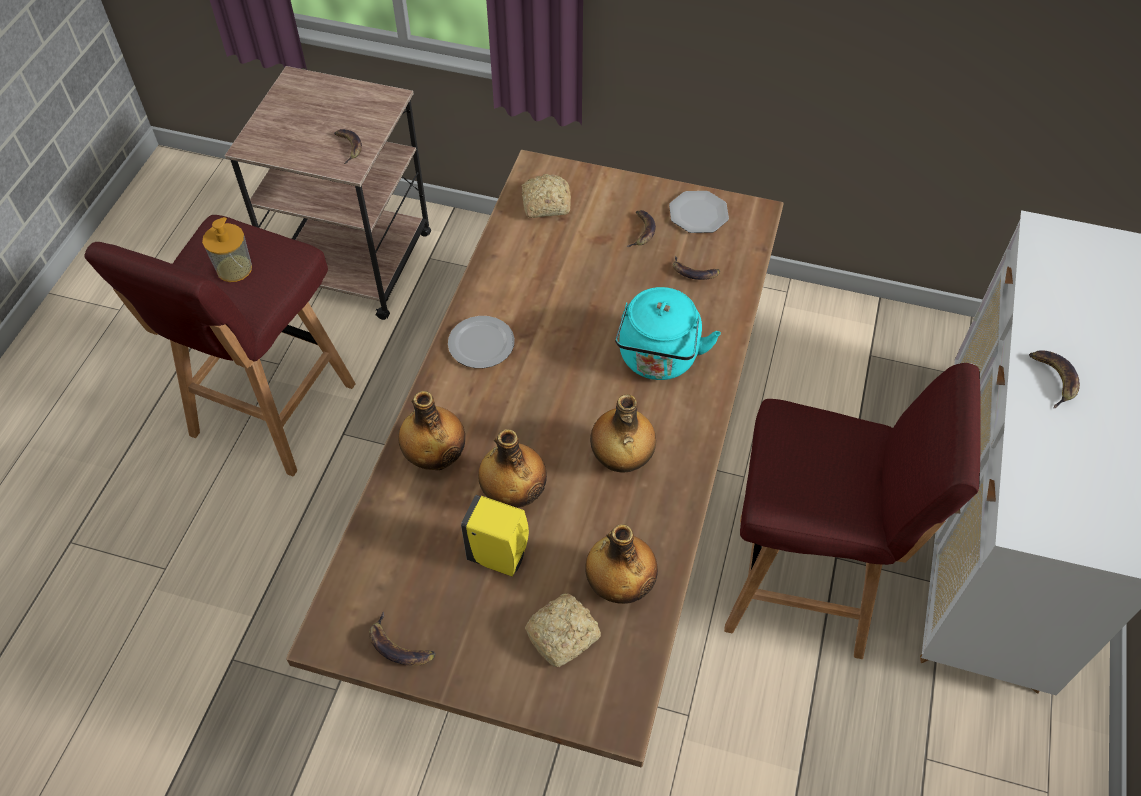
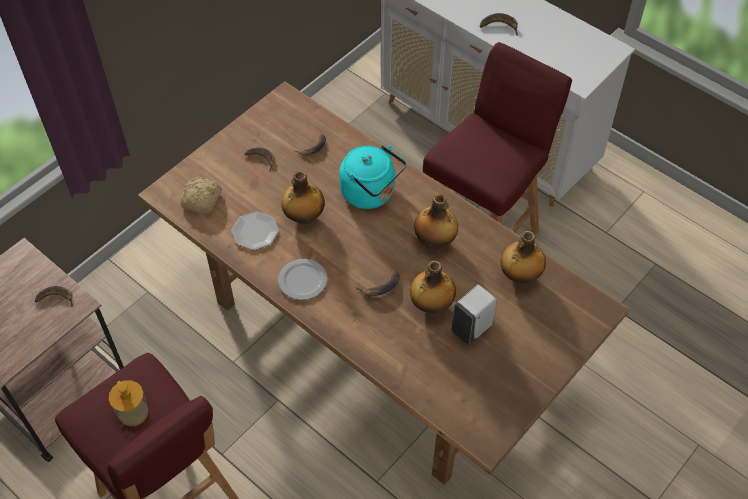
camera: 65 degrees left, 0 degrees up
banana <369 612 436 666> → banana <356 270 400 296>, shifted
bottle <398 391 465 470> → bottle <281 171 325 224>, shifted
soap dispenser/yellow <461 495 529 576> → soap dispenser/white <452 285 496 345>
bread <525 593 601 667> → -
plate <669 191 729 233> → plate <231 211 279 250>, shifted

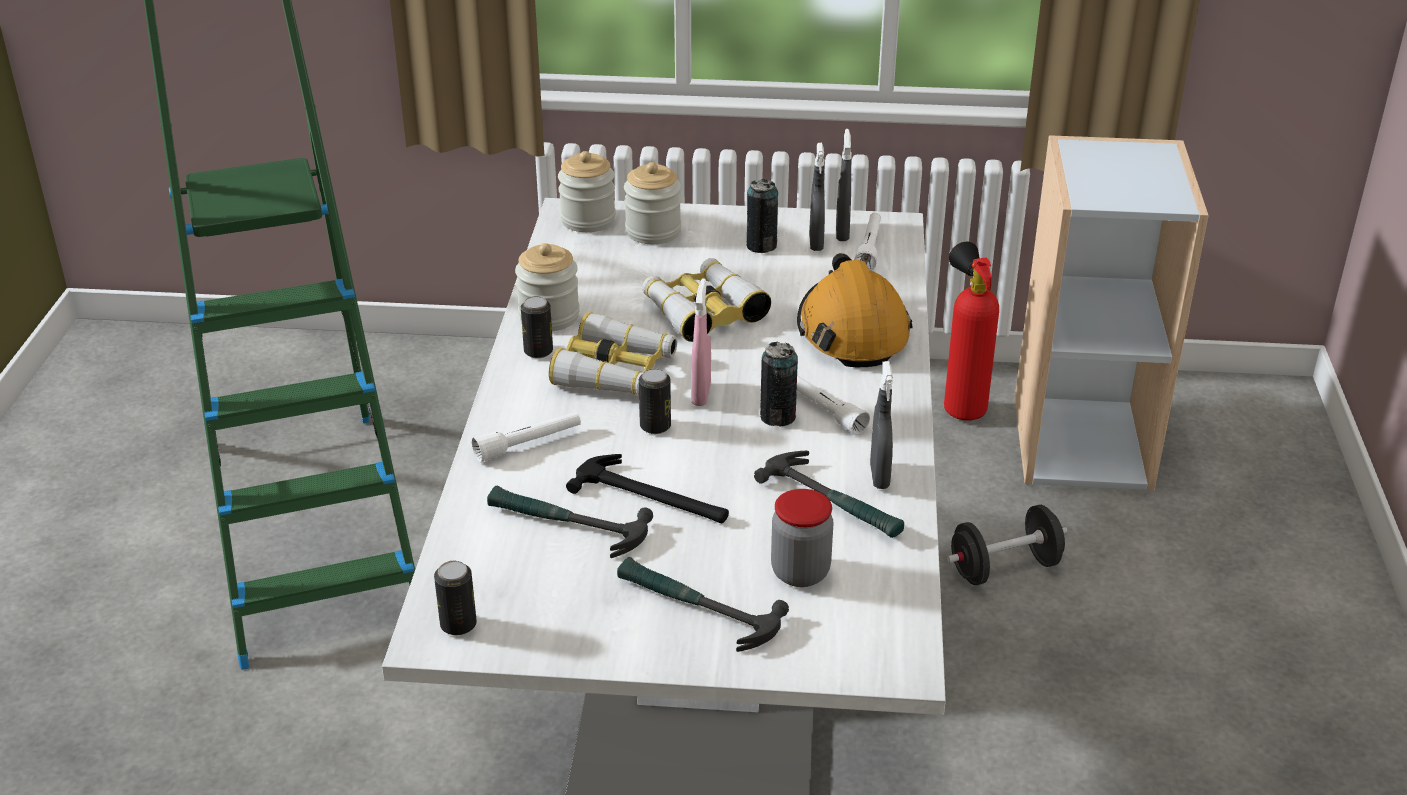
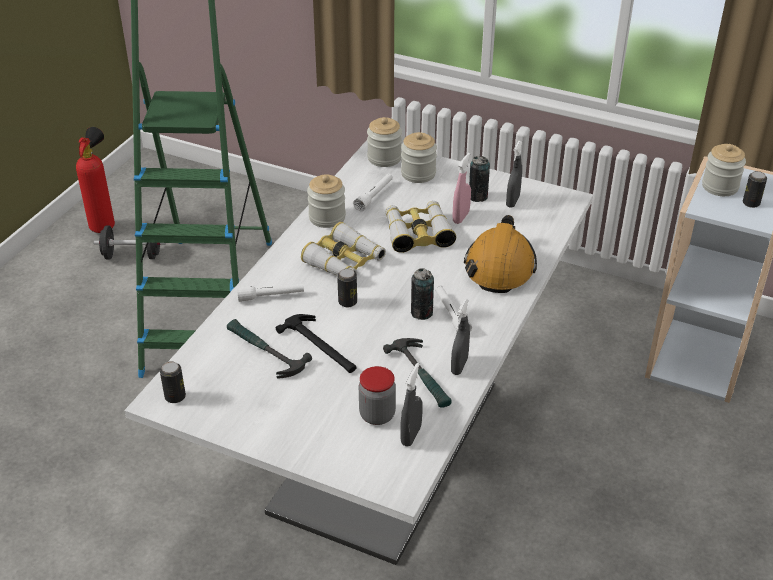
camera: 20 degrees right, 5 degrees up
can <521 296 553 358> → can <743 171 767 208>, shifted
hammer <617 557 789 652> → -
spray bottle/pink <691 278 711 406> → spray bottle/pink <452 153 471 224>, shifted
spray bottle/grey <836 129 852 241> → spray bottle/grey <400 363 423 447>, shifted
flashlight/white <854 213 881 271> → flashlight/white <353 174 393 211>, shifted
fire extinguisher <944 242 999 421> → fire extinguisher <76 127 115 233>, shifted
dumbbell/black <947 505 1068 585> → dumbbell/black <94 226 166 259>, shifted
- → jar <702 144 746 196>

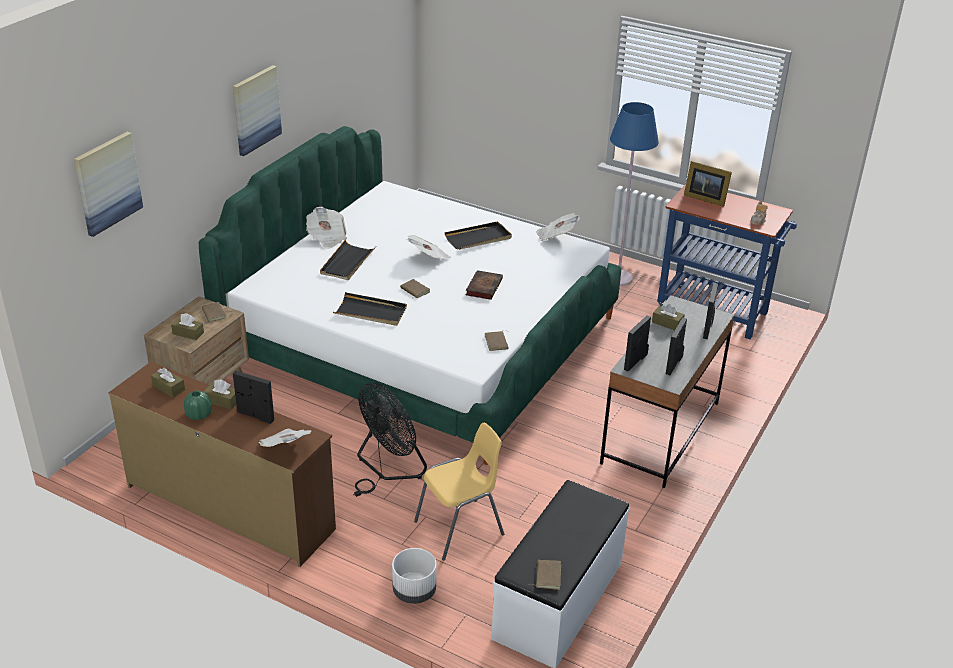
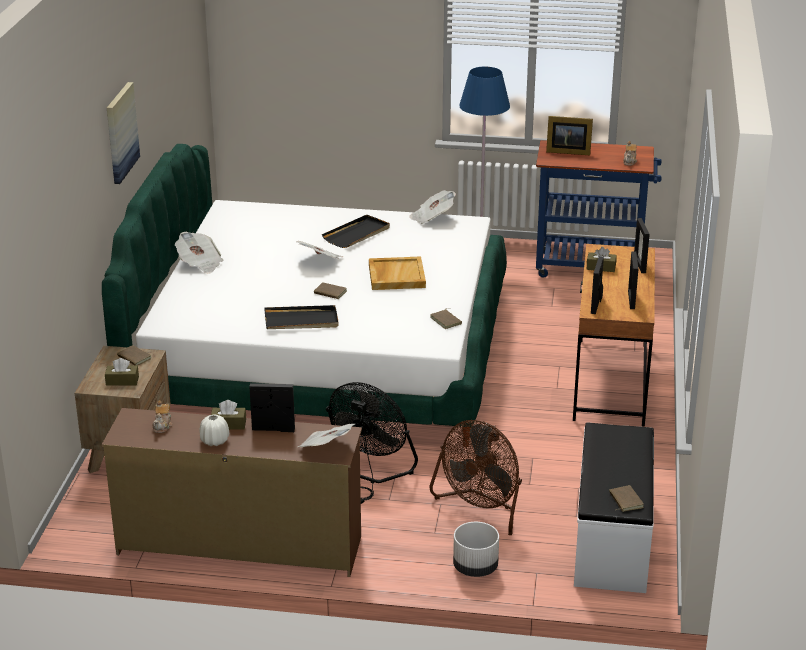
camera: 20 degrees left, 5 degrees down
picture <74 132 143 237> → -
tissue box/brown <151 367 185 398> → teapot <152 400 172 433>
vase/green <184 391 212 420> → vase/white <200 415 229 446>
tray/black <320 240 376 280> → -
chair/yellow <414 423 504 560> → fan/brown <430 420 522 535>
book <466 270 503 300> → tray/beige <369 256 426 290>
desk/grey <600 295 735 488> → desk/brown <573 244 655 426>

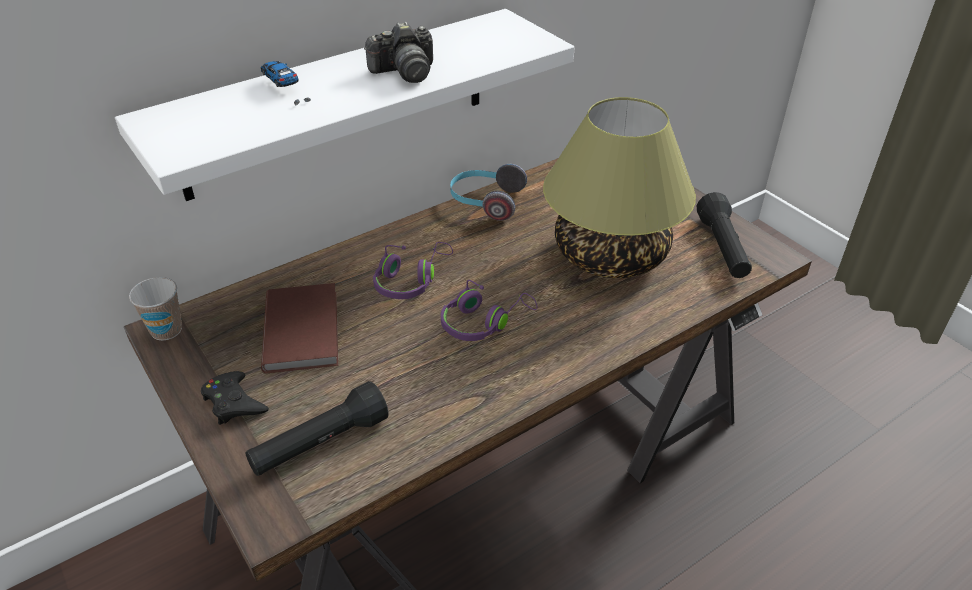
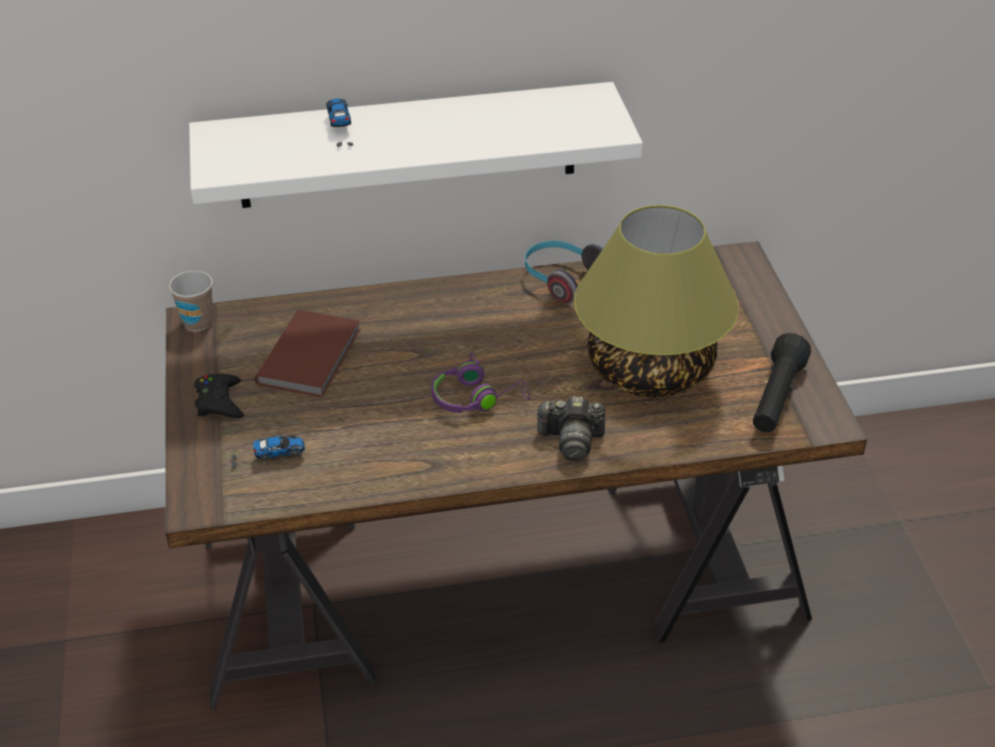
camera: 25 degrees right, 0 degrees up
flashlight/black <245 381 389 476> → toy car <231 435 305 468>
photo camera <364 22 433 83> → photo camera <535 396 605 461>, shifted
headphones/purple <373 242 453 299> → -

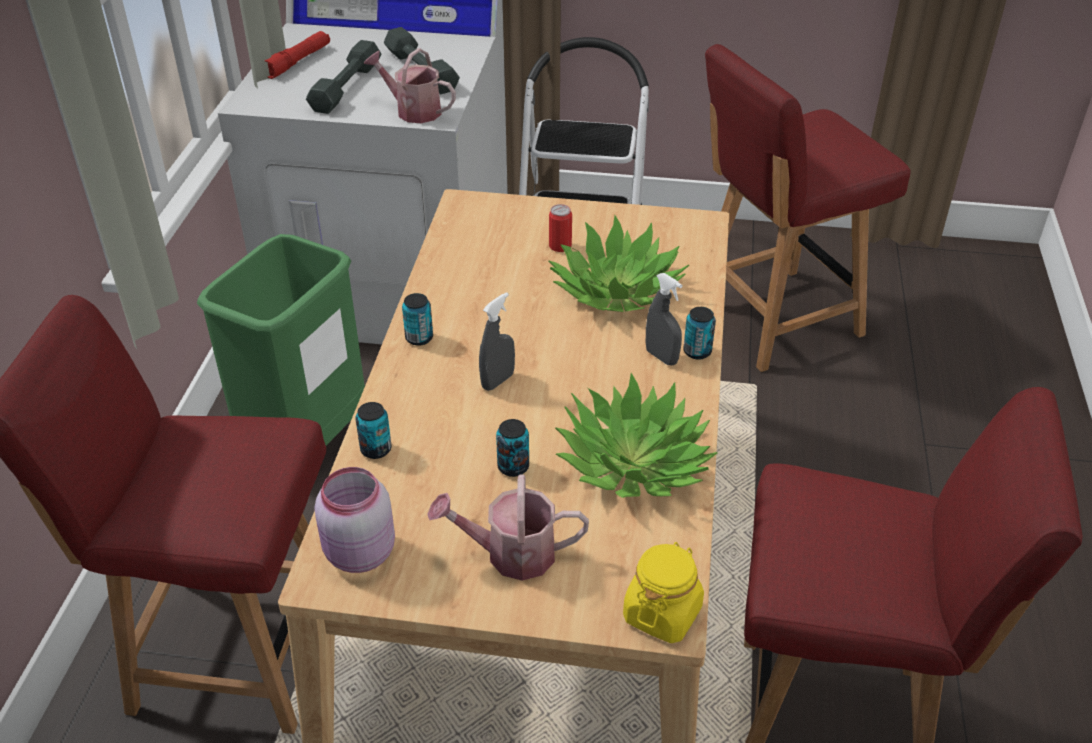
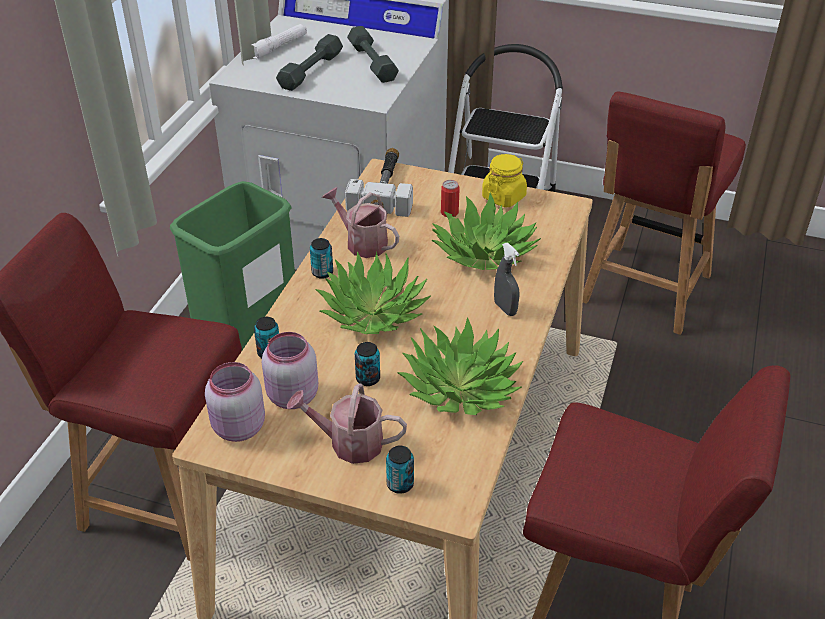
camera: 10 degrees right, 0 degrees up
flashlight/red <265 31 330 79> → flashlight/white <252 24 307 59>
watering can <364 48 456 123> → watering can <322 187 399 258>, shifted
spray bottle/grey <479 292 515 391> → potted plant <315 251 431 334>
jar/yellow <623 542 704 643> → jar/yellow <482 154 527 207>, shifted
can <683 307 716 360> → can <386 445 414 494>, shifted
chair/red <705 44 911 372> → chair/red <583 91 746 335>, 45 degrees counterclockwise
- → jar/pink <262 332 318 409>
- → hammer <345 148 413 217>

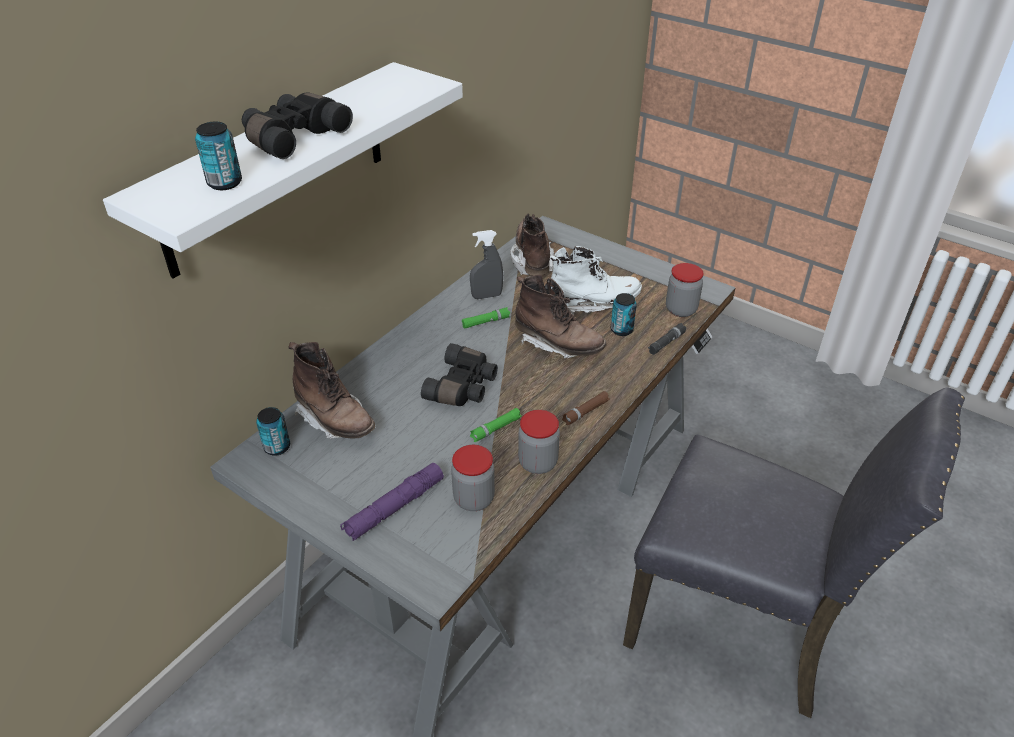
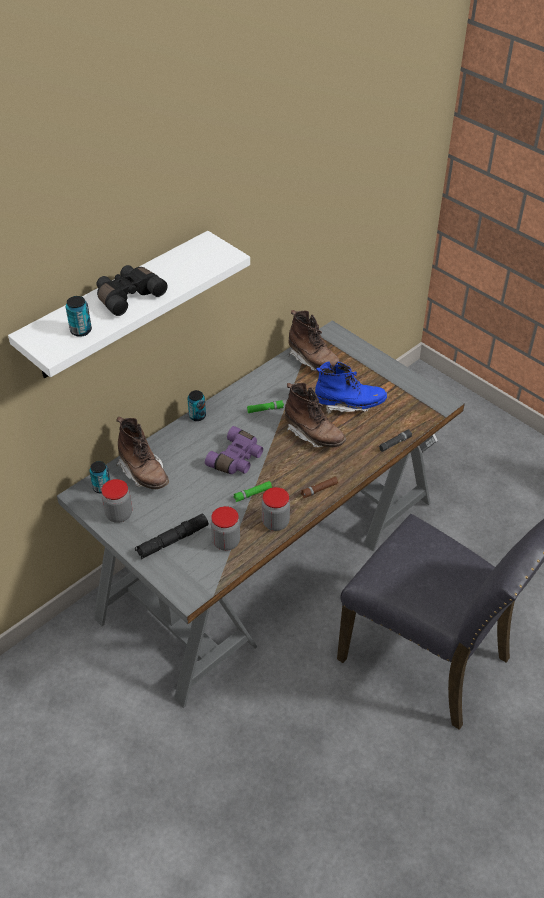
camera: 10 degrees right, 5 degrees up
flashlight/purple <340 463 444 541> → flashlight/black <135 514 209 559>
binoculars/black <421 343 498 406> → binoculars/purple <205 426 263 474>
spray bottle/grey <470 230 503 299> → -
boot/brown <510 213 554 276> → boot/brown <288 310 341 371>, 135 degrees clockwise
boot/white <550 246 642 315> → boot/blue <315 361 387 414>
can <611 293 637 336> → can <188 390 206 421>, shifted
jar <666 263 703 317> → jar <101 479 132 523>, shifted

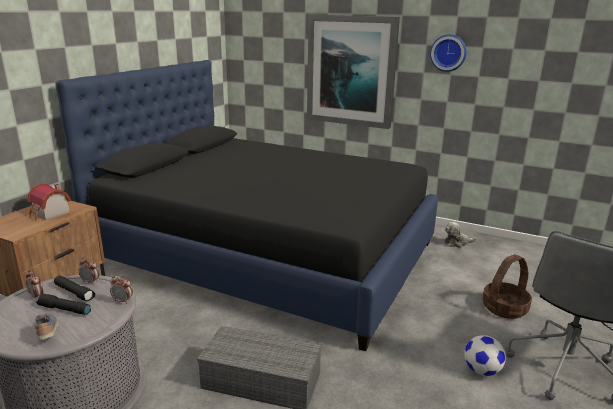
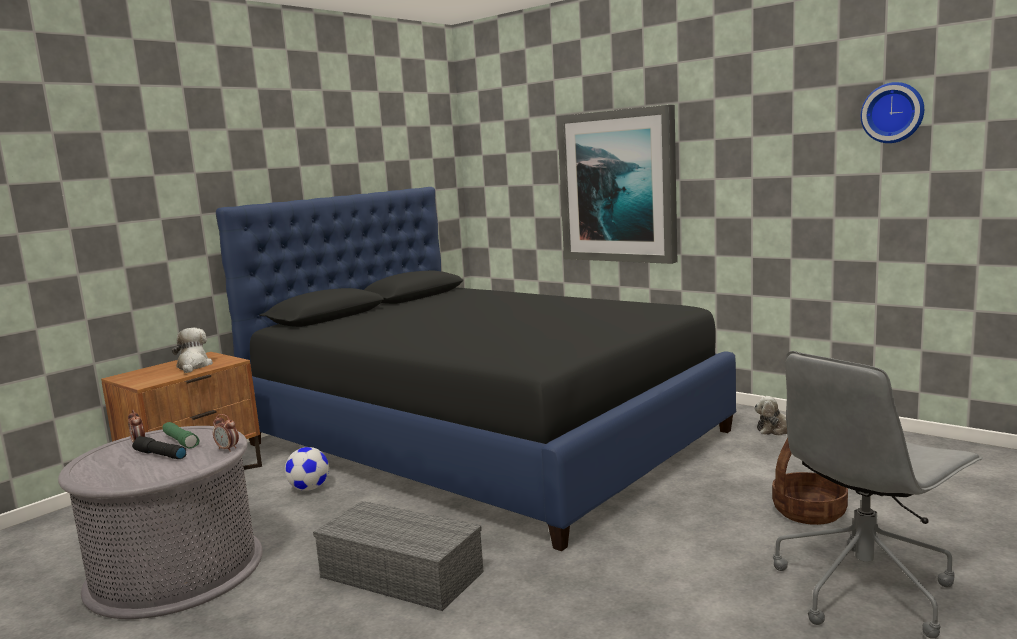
camera: 15 degrees right, 10 degrees down
toy house <27 183 71 221> → plush toy <172 328 213 373>
shoe <34 313 59 340> → -
flashlight/black <54 276 95 302> → flashlight/green <163 422 199 449>
alarm clock <79 257 100 285> → -
wall clock <430 34 467 72> → wall clock <861 82 924 143>, shifted
football <464 335 506 376> → football <285 447 329 491>, shifted

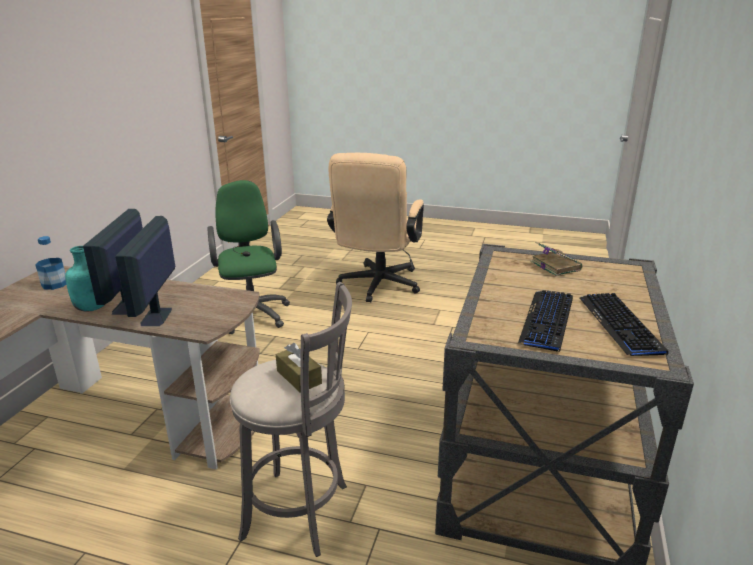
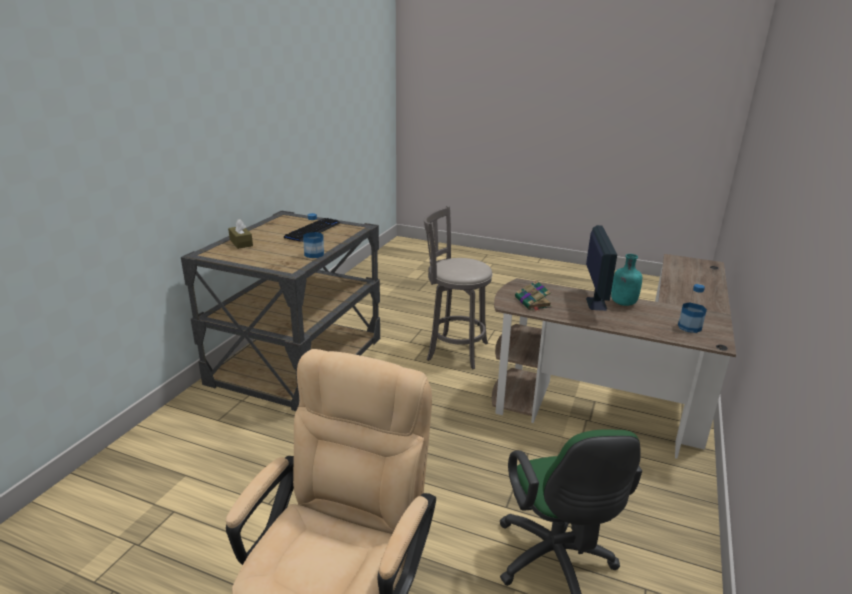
camera: 175 degrees left, 0 degrees up
monitor <115 216 175 326> → -
tissue box/brown <276 343 322 393> → tissue box/brown <228 219 253 249>, shifted
book <530 241 582 276> → book <515 280 552 311>, shifted
keyboard <580 293 669 356> → -
- → bottle <303 213 324 258>

